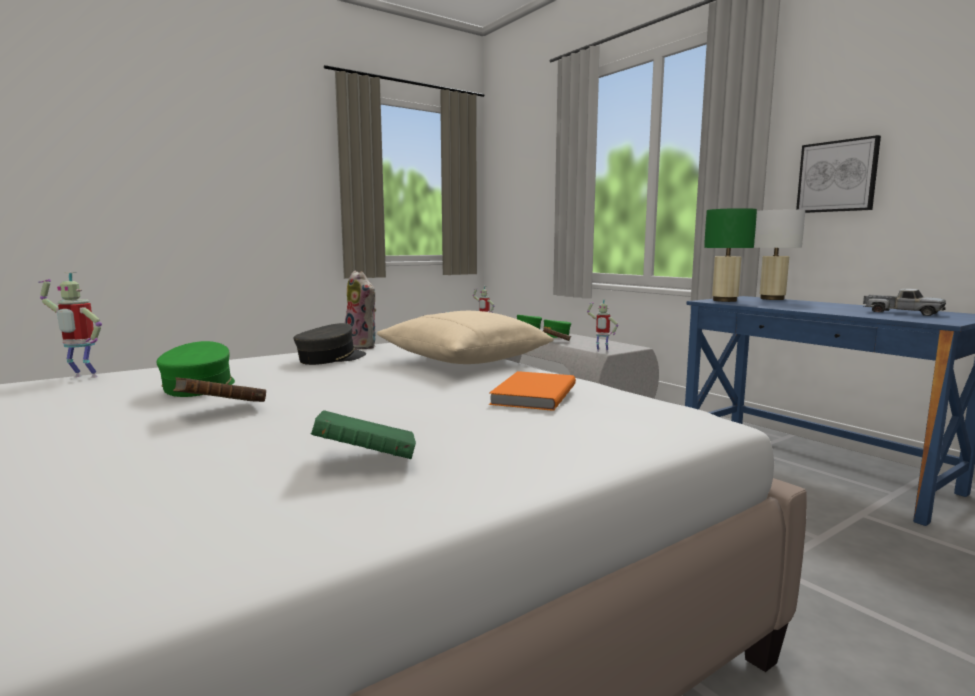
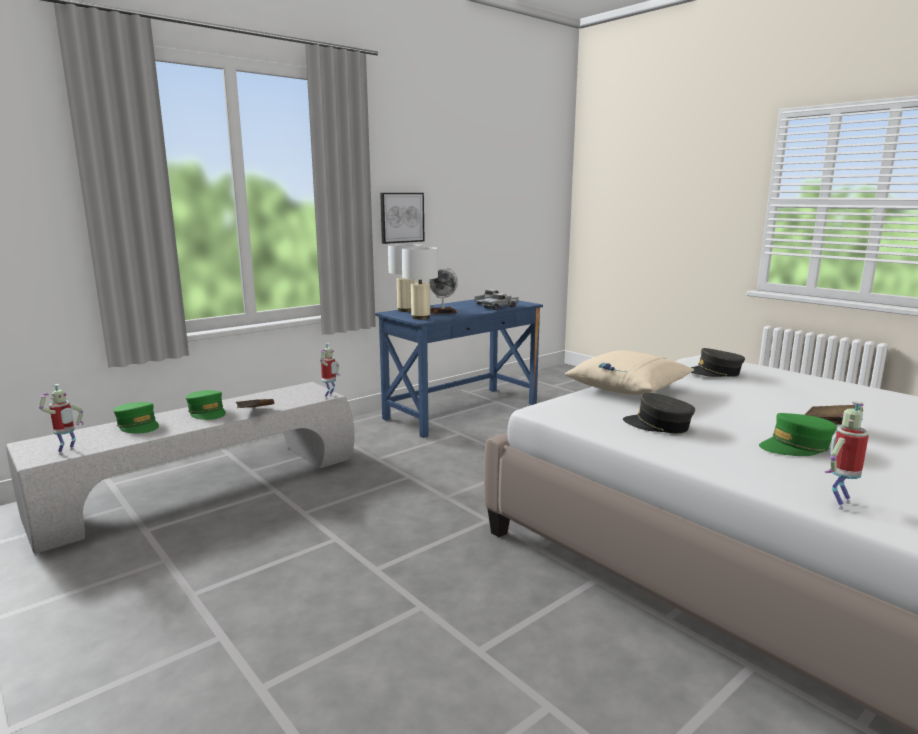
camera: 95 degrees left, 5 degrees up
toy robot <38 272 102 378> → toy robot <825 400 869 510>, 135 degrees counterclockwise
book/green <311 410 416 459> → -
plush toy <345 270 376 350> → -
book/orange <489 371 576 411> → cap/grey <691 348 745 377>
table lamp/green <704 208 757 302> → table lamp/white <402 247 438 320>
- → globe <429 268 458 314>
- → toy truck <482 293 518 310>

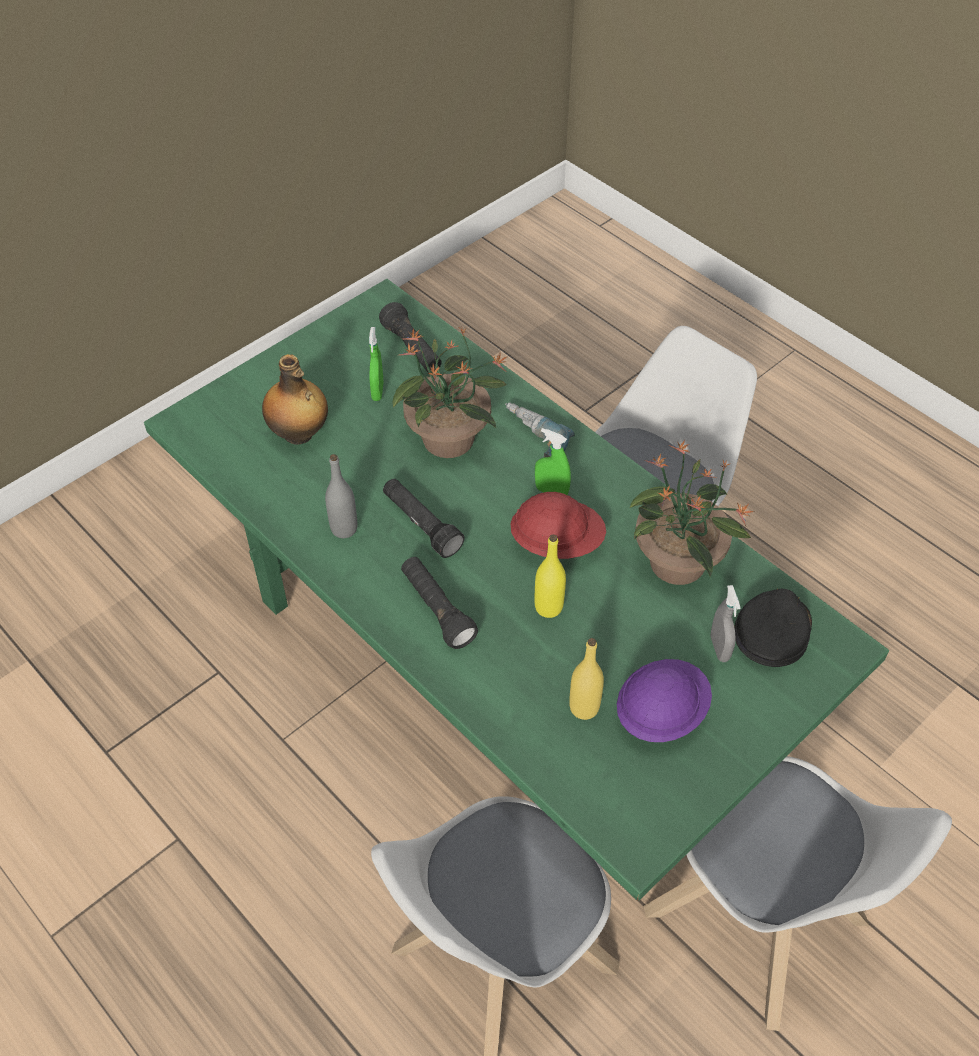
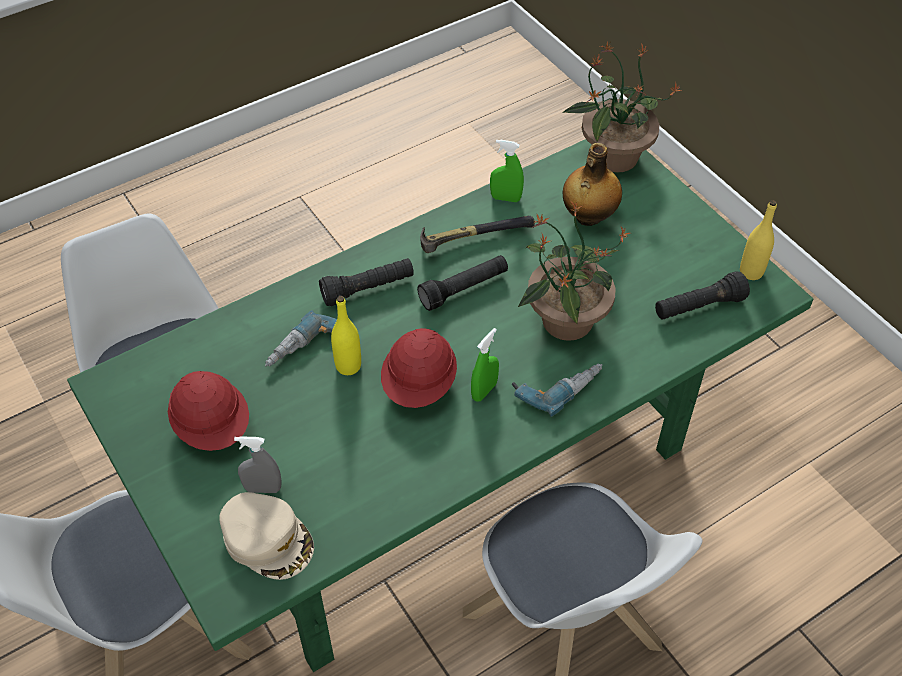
camera: 100 degrees right, 0 degrees up
bottle/grey <325 454 357 538> → hammer <420 216 535 253>
spray bottle/green <369 327 384 401> → spray bottle/green <490 139 524 202>, shifted
bottle/yellow <569 638 604 720> → bottle/yellow <740 200 777 280>, shifted
hard hat/purple <617 659 712 742> → hard hat/red <168 371 249 451>
potted plant <630 440 754 585> → potted plant <562 41 681 172>, shifted
cap/black <734 589 812 667> → cap/beige <219 492 314 580>
- → power drill <265 310 337 366>

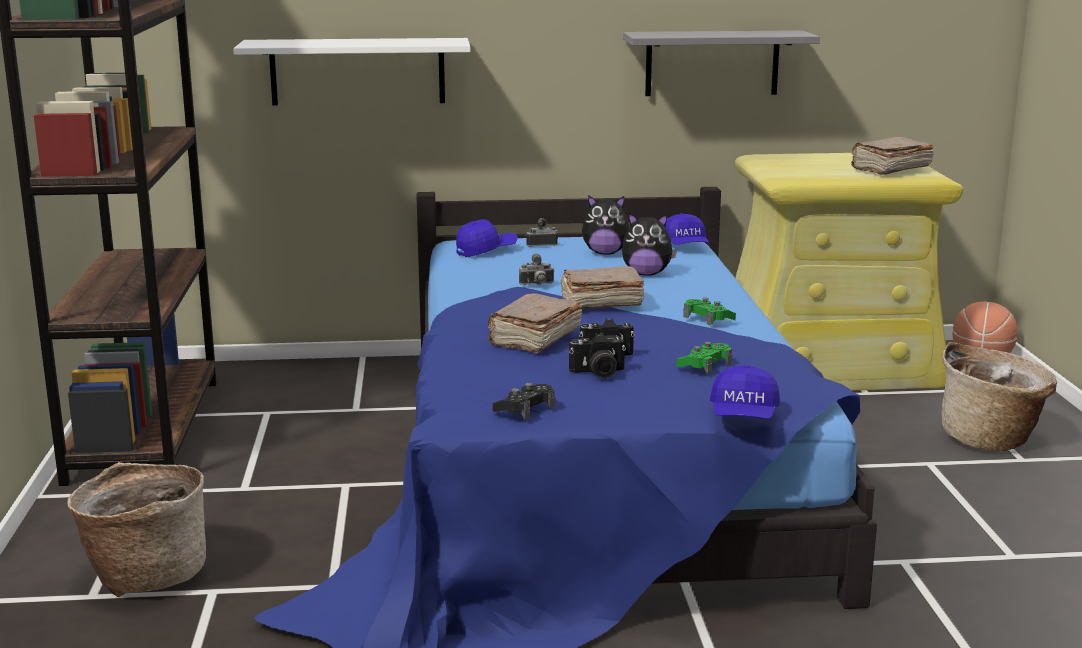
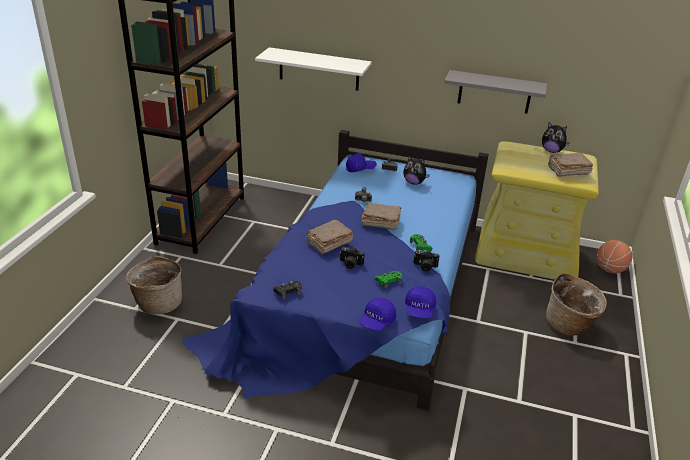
camera: 20 degrees right, 15 degrees up
photo camera <569 333 626 378> → photo camera <414 250 439 272>, shifted
plush toy <622 213 677 276> → plush toy <542 122 569 153>, shifted
cap/blue <666 213 709 245> → cap/blue <405 286 436 318>, shifted

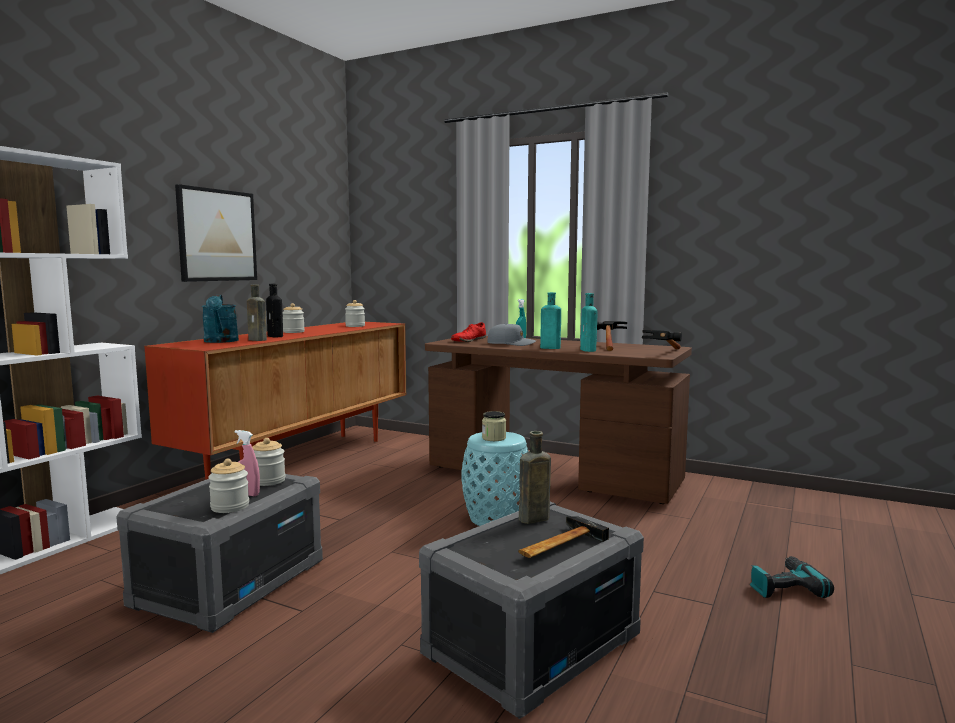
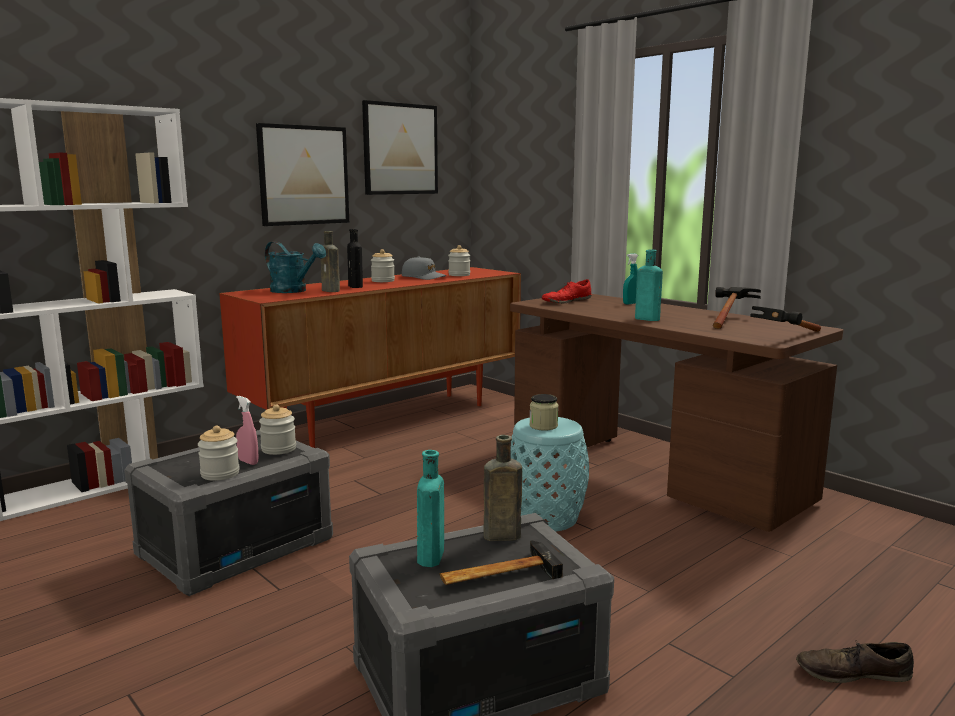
camera: 20 degrees right, 5 degrees up
watering can/turquoise <202 295 239 343> → watering can/turquoise <265 241 326 293>, 60 degrees counterclockwise
cap/grey <487 323 536 346> → cap/grey <402 256 446 280>, shifted
bottle/turquoise <580 293 598 352> → bottle/turquoise <417 450 444 567>, shifted
power drill <750 556 834 598> → shoe/brown <796 640 914 683>
- → picture <362 100 438 195>

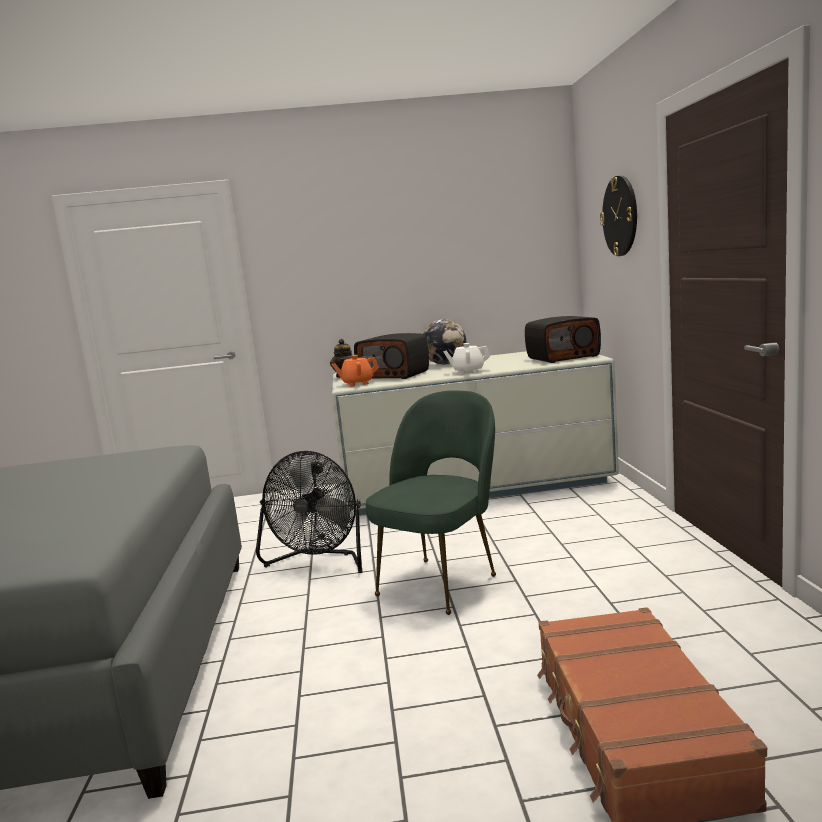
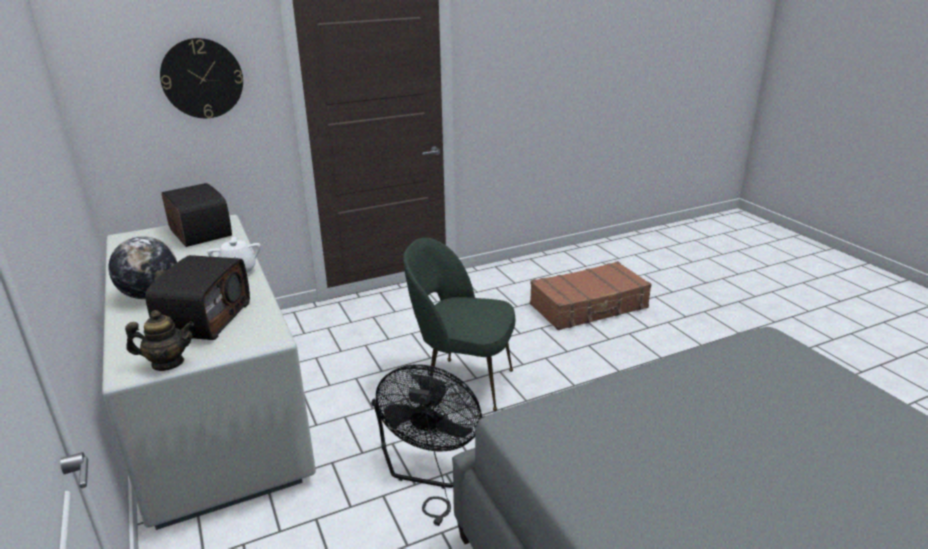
camera: 110 degrees left, 15 degrees up
fan/black <256 451 363 573> → fan/black <371 364 485 526>, 75 degrees counterclockwise
teapot/orange <332 355 379 387> → -

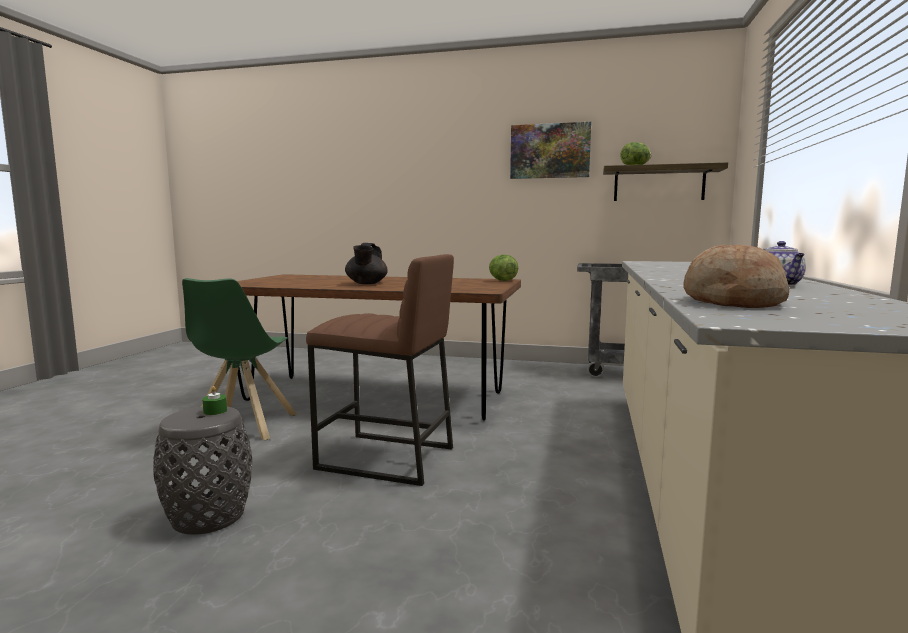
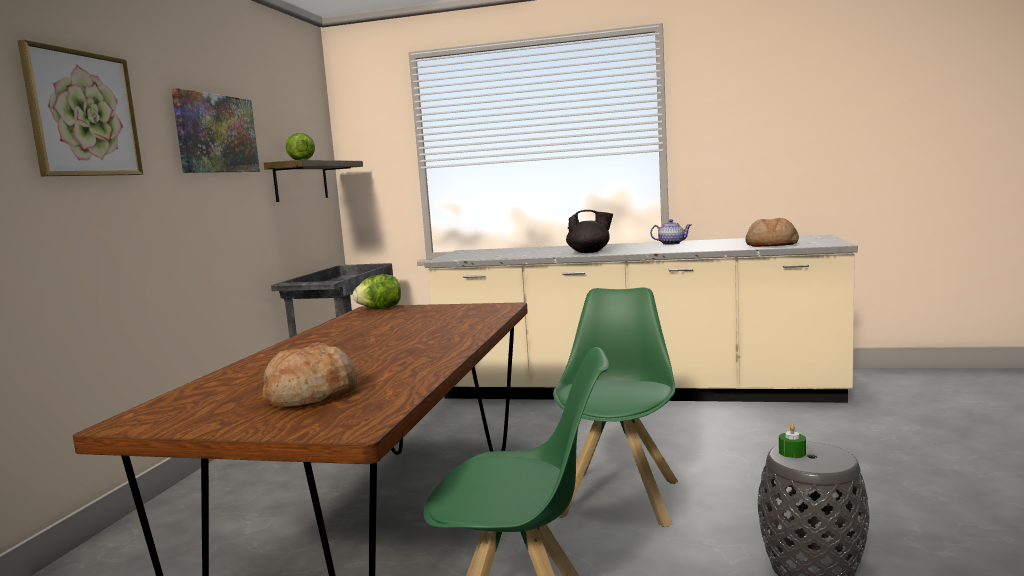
camera: 90 degrees left, 0 degrees up
stool/brown <306 254 454 486> → chair/green <553 287 678 527>
teapot/black <345 243 388 284> → teapot/black <566 210 613 253>, shifted
- → picture <18 40 143 176>
- → bread <263 342 358 408>

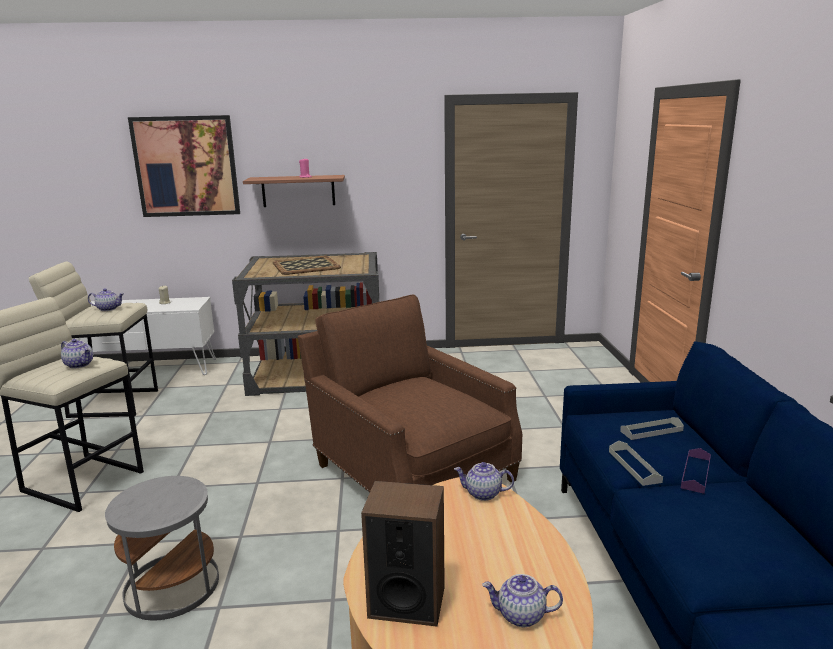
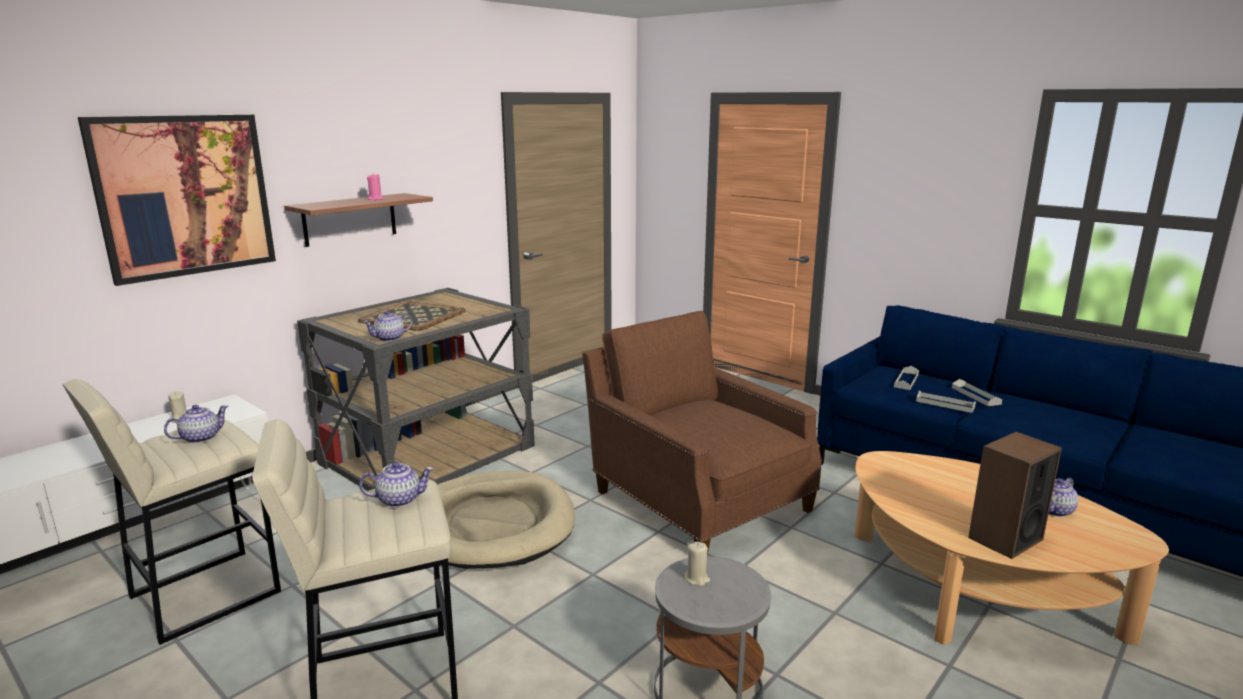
camera: 45 degrees left, 0 degrees up
armchair/brown <298 295 522 493> → armchair/brown <582 311 822 556>, 45 degrees clockwise
teapot <454 462 514 501> → teapot <363 311 413 342>, shifted
tray/purple <681 448 711 494> → tray/grey <952 379 1002 406>
- → dog bed/beige <438 471 575 569>
- → candle/beige <684 542 710 586>

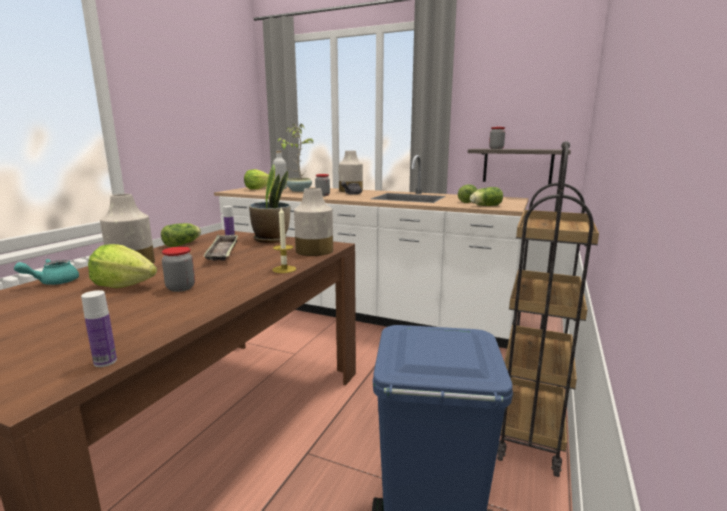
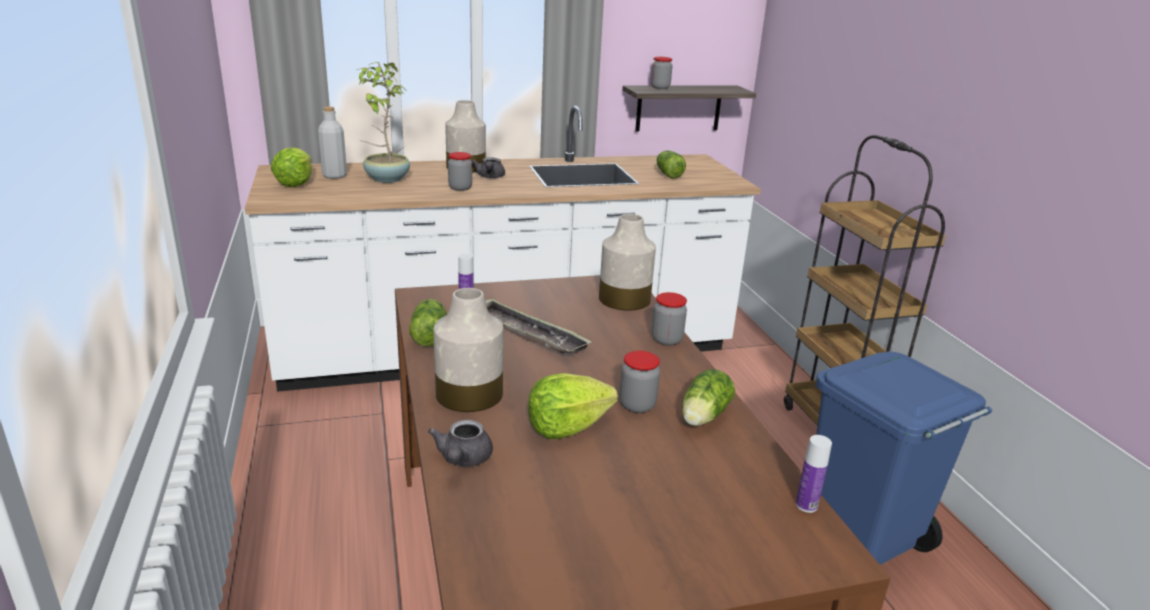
camera: 40 degrees left, 10 degrees up
teapot/turquoise <14 259 79 285> → teapot/grey <428 420 493 467>
potted plant <249 164 290 243> → -
candle <273 208 296 273> → jar <652 292 687 346>
lettuce <470 187 503 206> → lettuce <682 369 735 426>, shifted

